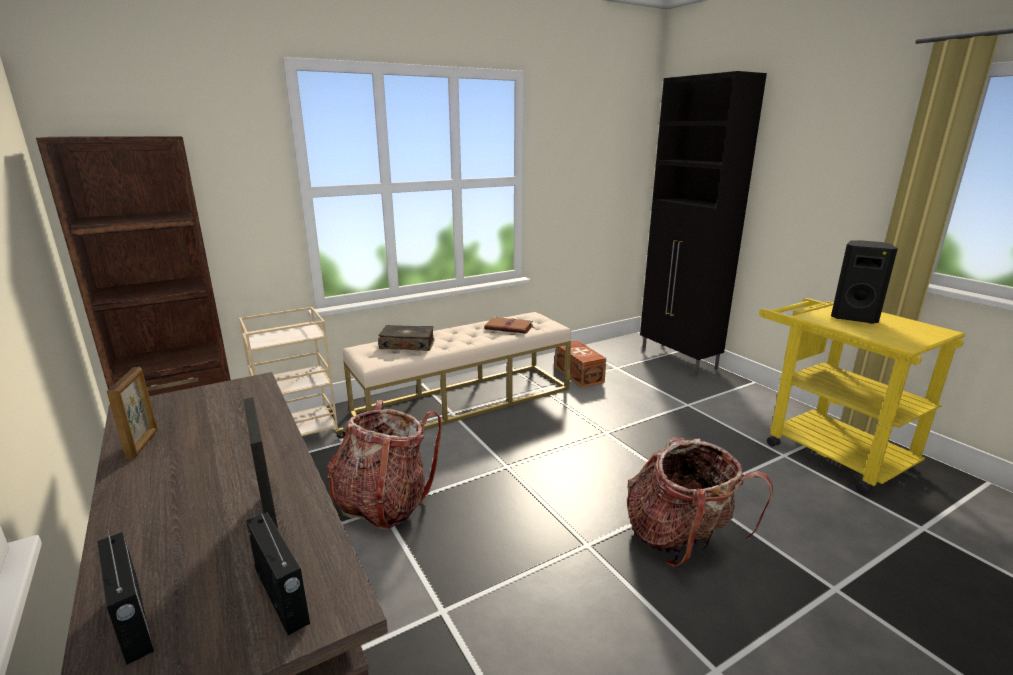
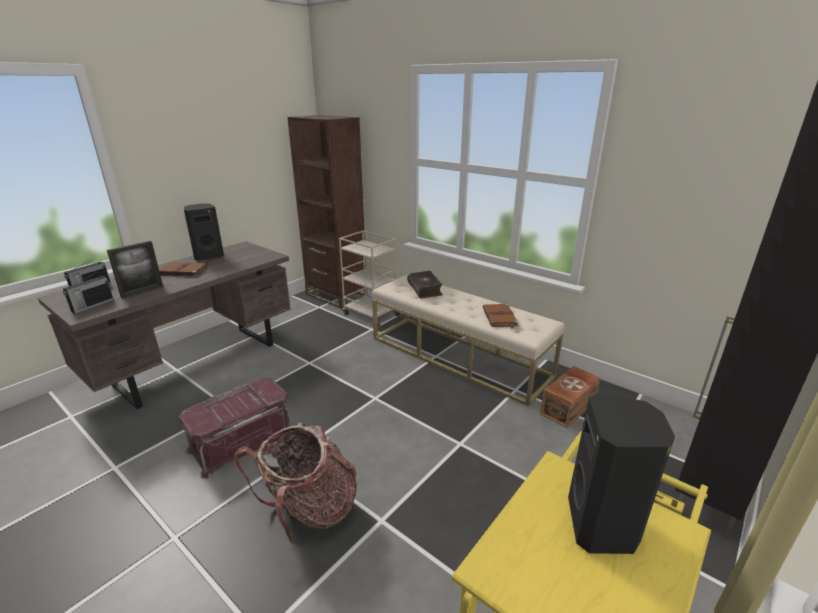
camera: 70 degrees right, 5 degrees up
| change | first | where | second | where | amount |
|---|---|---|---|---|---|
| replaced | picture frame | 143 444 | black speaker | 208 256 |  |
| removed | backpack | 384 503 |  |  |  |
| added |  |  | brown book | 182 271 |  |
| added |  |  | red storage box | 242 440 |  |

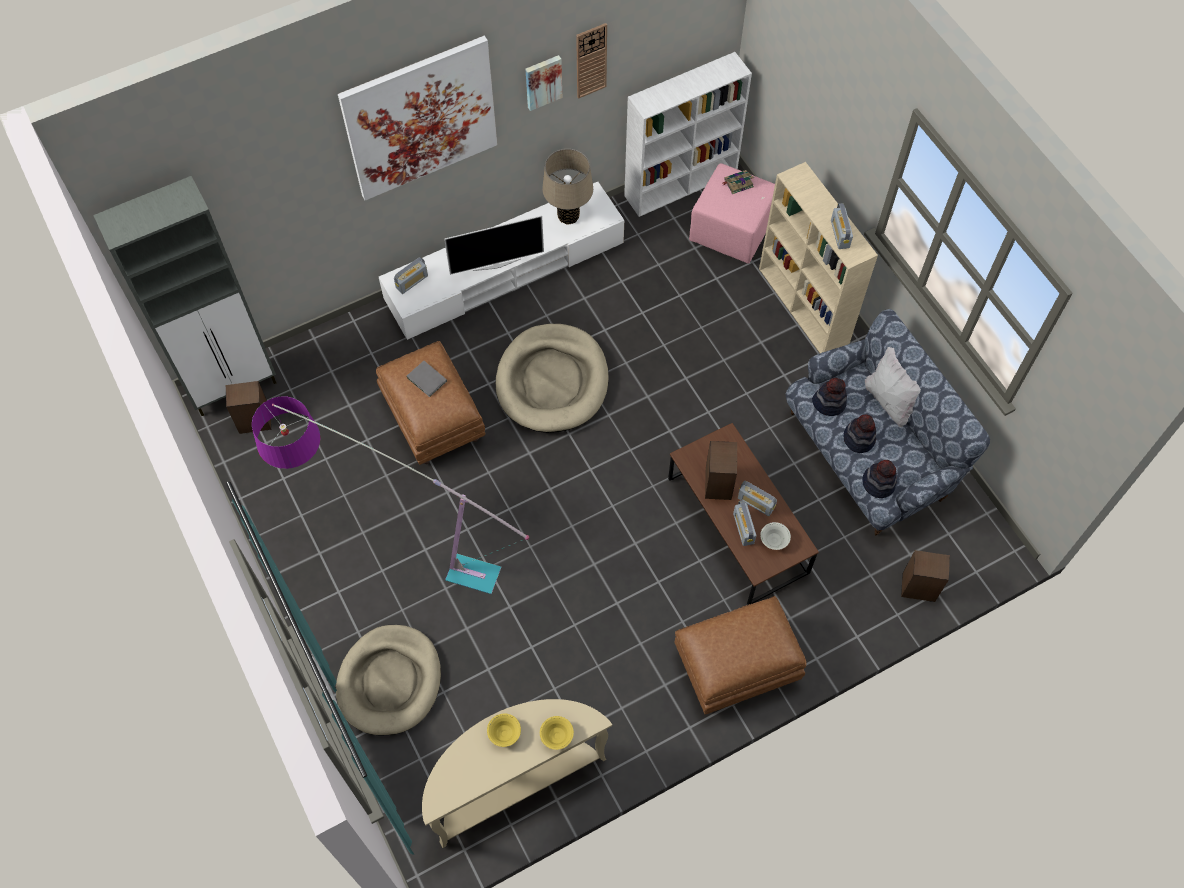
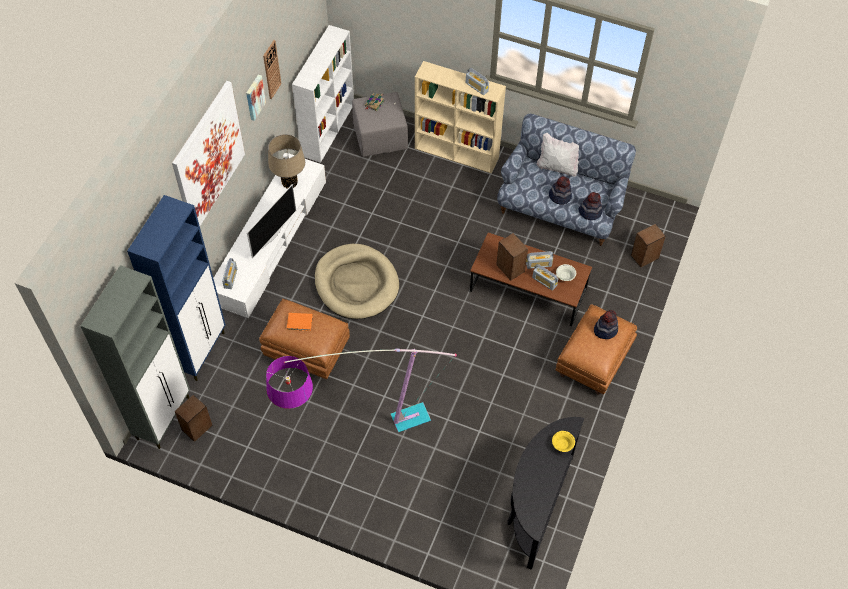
camera: 40 degrees left, 5 degrees down
| change | first | where | second | where | amount |
|---|---|---|---|---|---|
| recoloured | pink ottoman | 732 231 | grey ottoman | 381 137 |  |
| recoloured | grey book | 427 380 | orange book | 300 322 |  |
| moved | hat | 829 403 |  | 605 330 |  |
| removed | beige dog bed | 390 681 |  |  |  |
| recoloured | beige console table | 514 780 | black console table | 535 506 |  |
| removed | yellow bowl | 504 733 |  |  |  |
| added |  |  | blue cabinet | 200 351 |  |

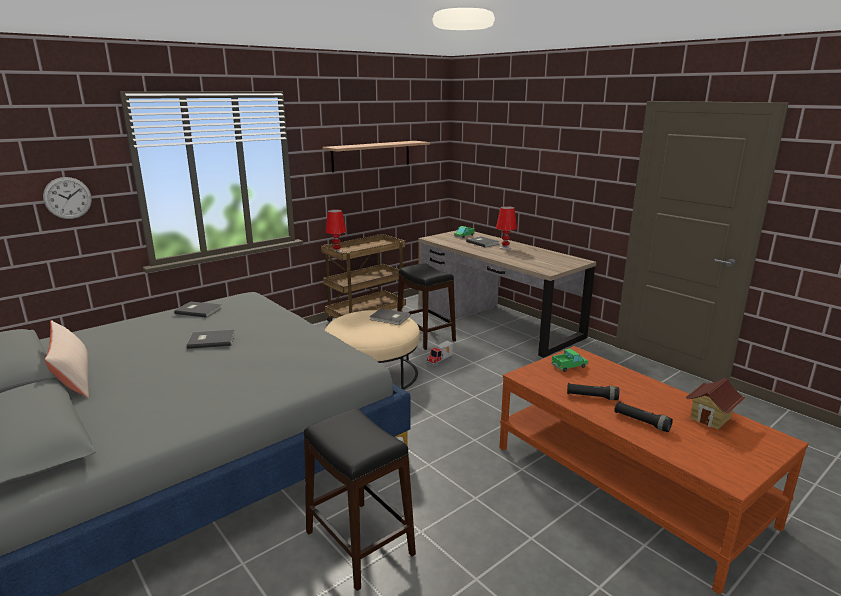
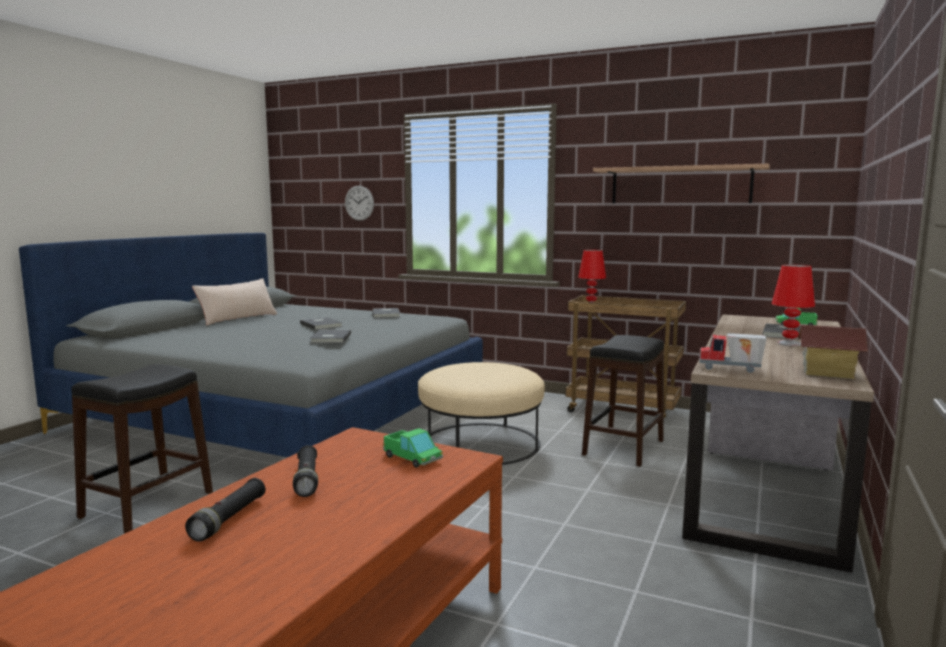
camera: 65 degrees right, 10 degrees down
| change | first | where | second | where | amount |
|---|---|---|---|---|---|
| moved | grey book | 390 318 |  | 329 338 |  |
| moved | toy truck | 440 362 |  | 730 369 |  |
| moved | toy house | 711 418 |  | 828 373 |  |

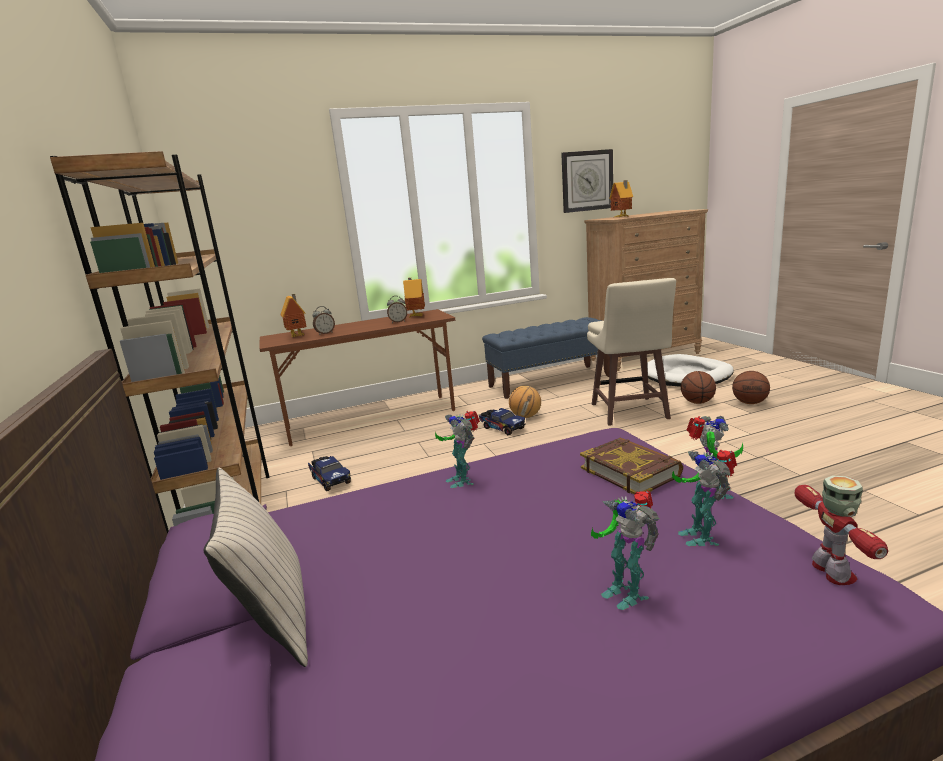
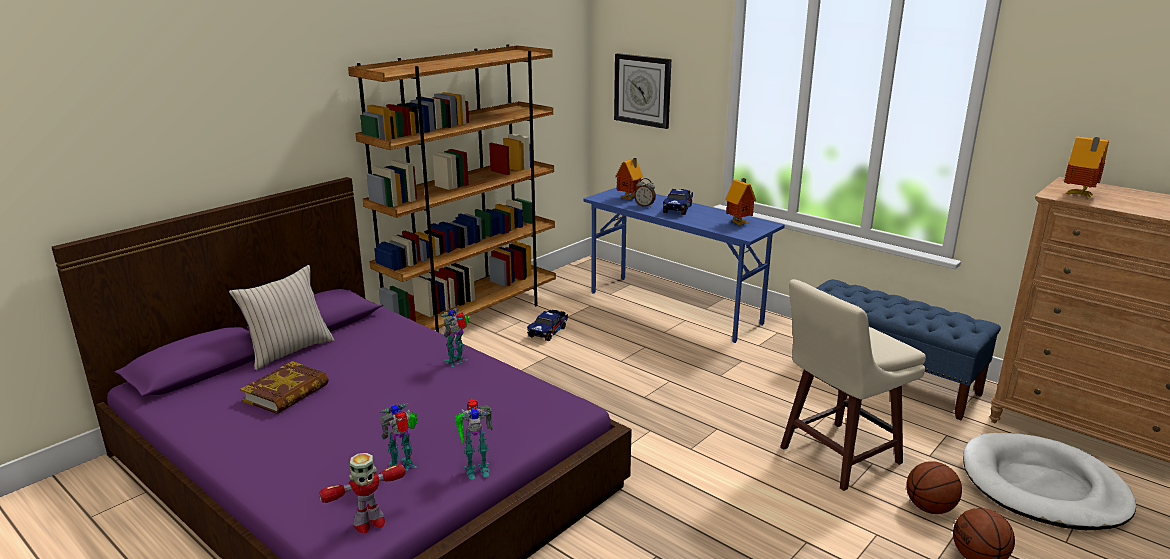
camera: 60 degrees right, 5 degrees up
| change | first | where | second | where | amount |
|---|---|---|---|---|---|
| moved | wall clock | 587 181 |  | 642 90 |  |
| removed | alarm clock | 398 322 |  |  |  |
| recoloured | brown desk | 372 419 | blue desk | 675 308 |  |
| removed | basketball | 526 416 |  |  |  |
| moved | toy truck | 501 428 |  | 678 208 |  |
| moved | book | 630 471 |  | 287 393 |  |
| removed | toy robot | 625 591 |  |  |  |

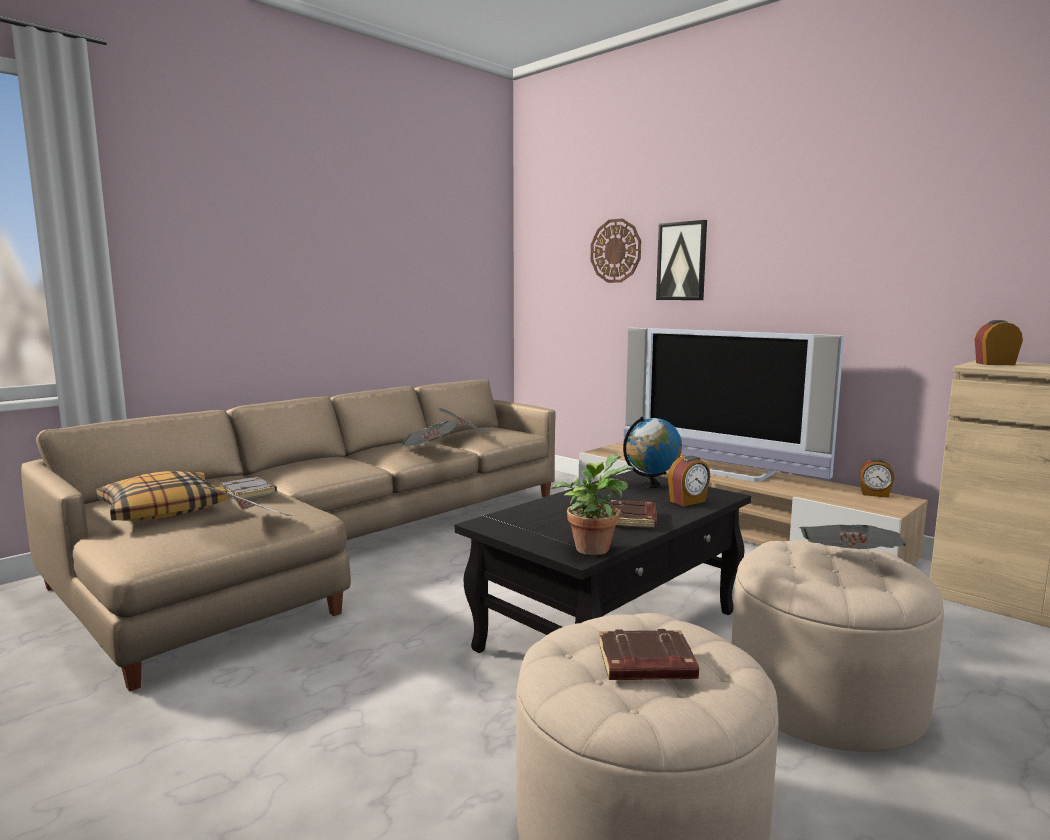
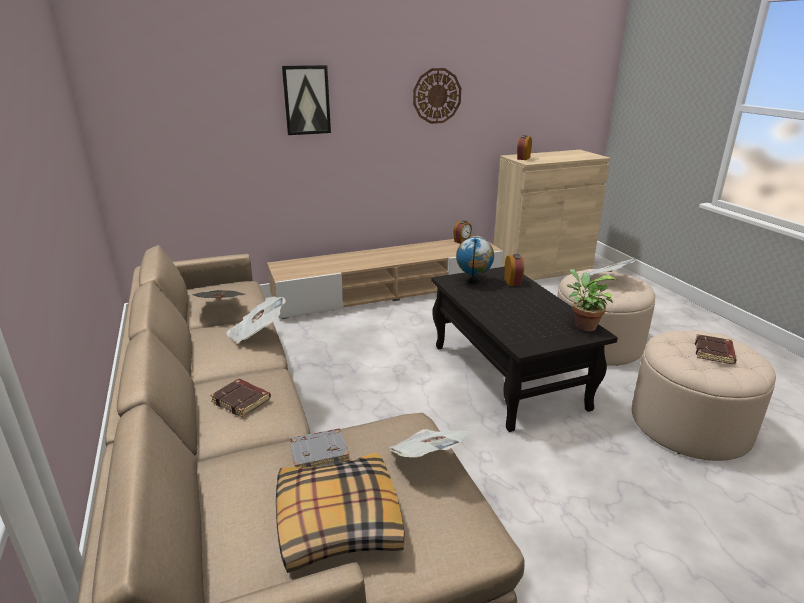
camera: 65 degrees left, 15 degrees up
| change | first | where | second | where | amount |
|---|---|---|---|---|---|
| moved | wall clock | 615 251 |  | 436 96 |  |
| removed | television | 720 470 |  |  |  |
| moved | brown book | 633 519 |  | 242 400 |  |

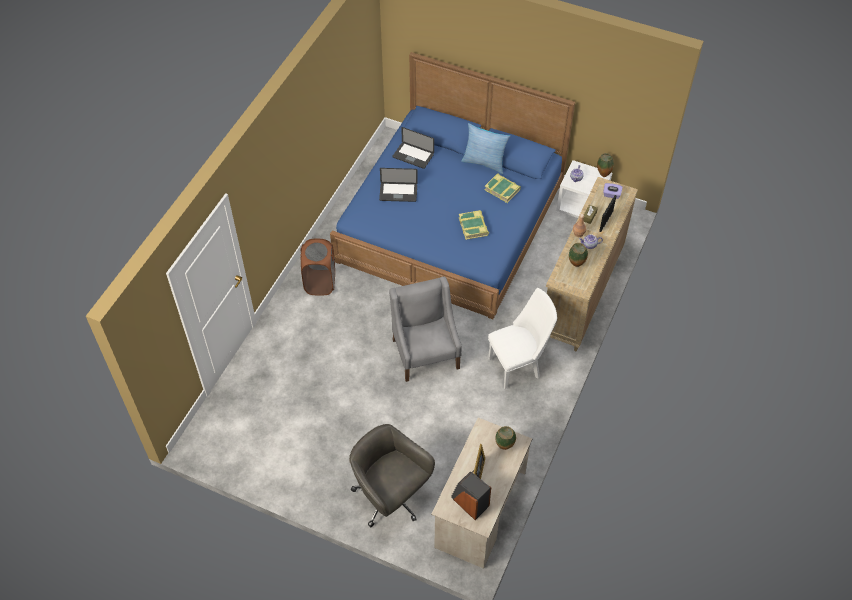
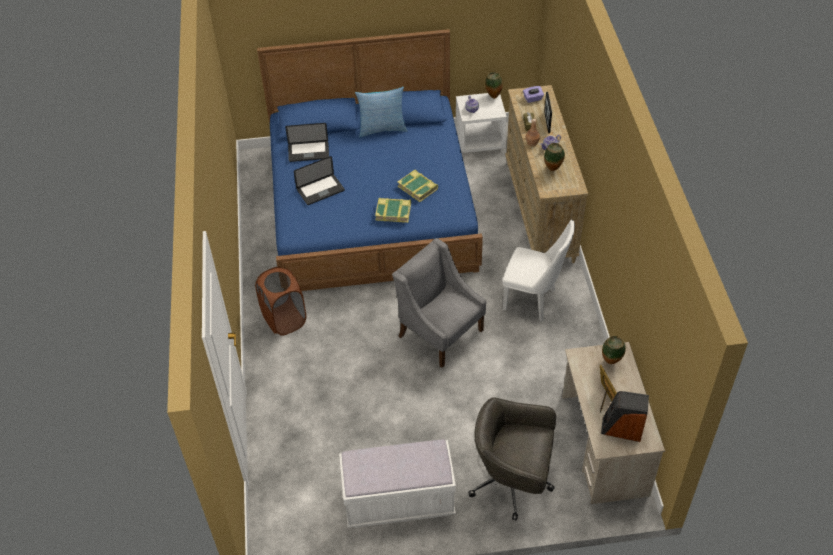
camera: 30 degrees left, 5 degrees down
| change | first | where | second | where | amount |
|---|---|---|---|---|---|
| moved | book | 502 189 |  | 393 212 |  |
| turned | white chair | 518 366 |  | 534 300 | 75 degrees clockwise |
| added |  |  | white bench | 399 501 |  |

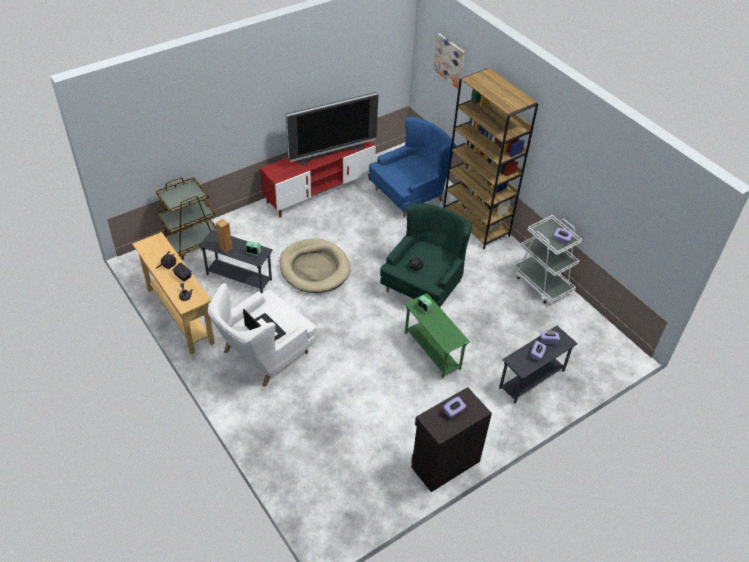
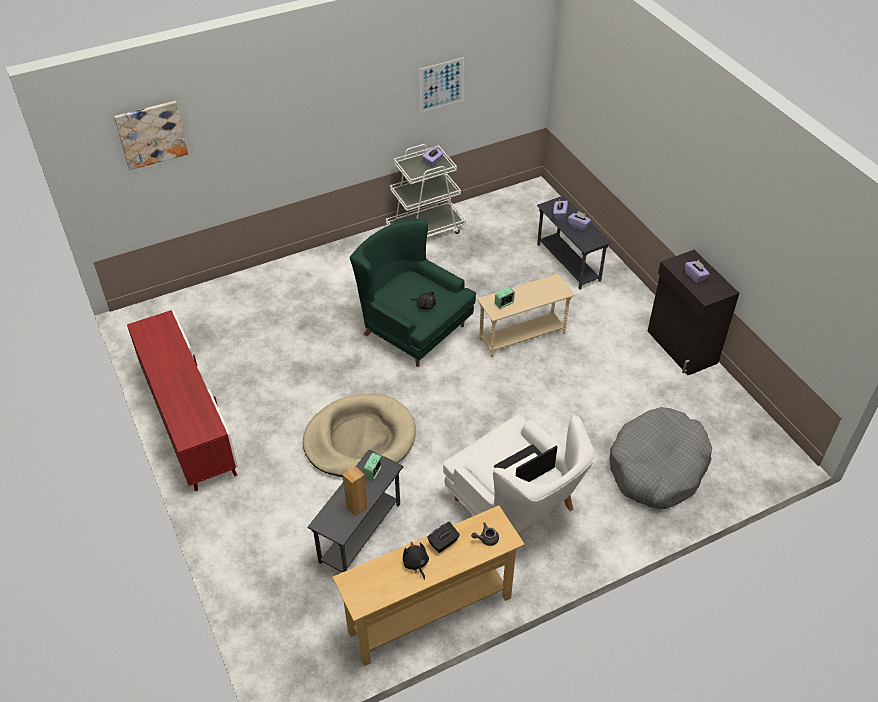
camera: 80 degrees left, 0 degrees up
| change | first | where | second | where | amount |
|---|---|---|---|---|---|
| removed | brown bookcase | 476 223 |  |  |  |
| removed | television | 331 153 |  |  |  |
| removed | blue armchair | 410 194 |  |  |  |
| removed | brown cart | 191 243 |  |  |  |
| recoloured | green side table | 432 351 | beige side table | 522 336 |  |
| added |  |  | picture | 441 85 |  |
| added |  |  | grey dog bed | 657 467 |  |

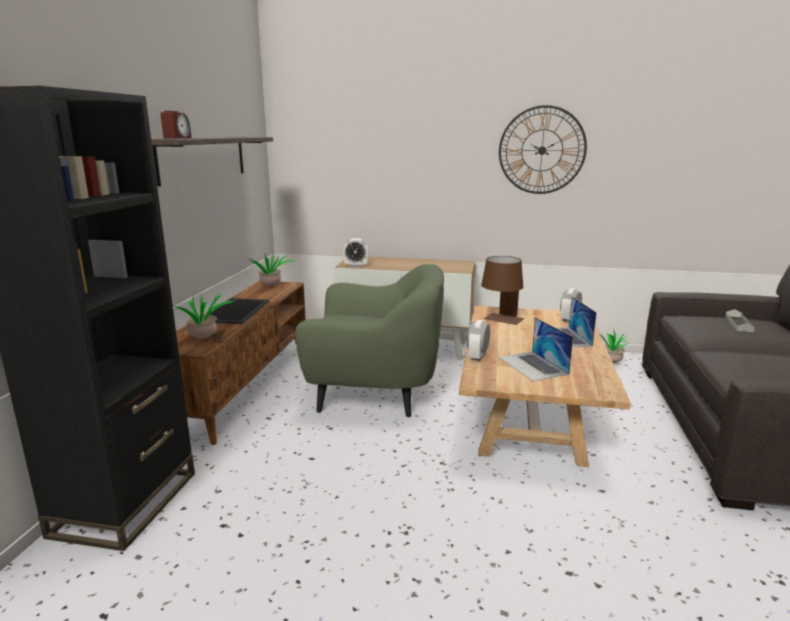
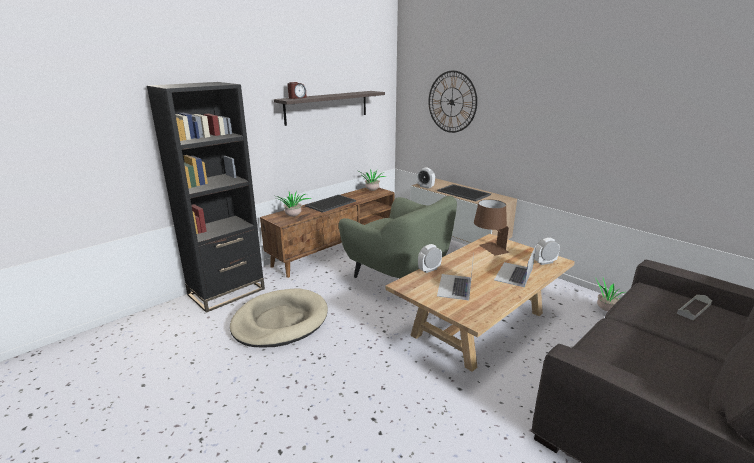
camera: 35 degrees right, 5 degrees up
| change | first | where | second | where | amount |
|---|---|---|---|---|---|
| moved | wall clock | 542 150 |  | 451 102 |  |
| added |  |  | tray | 464 193 |  |
| added |  |  | beige dog bed | 280 321 |  |

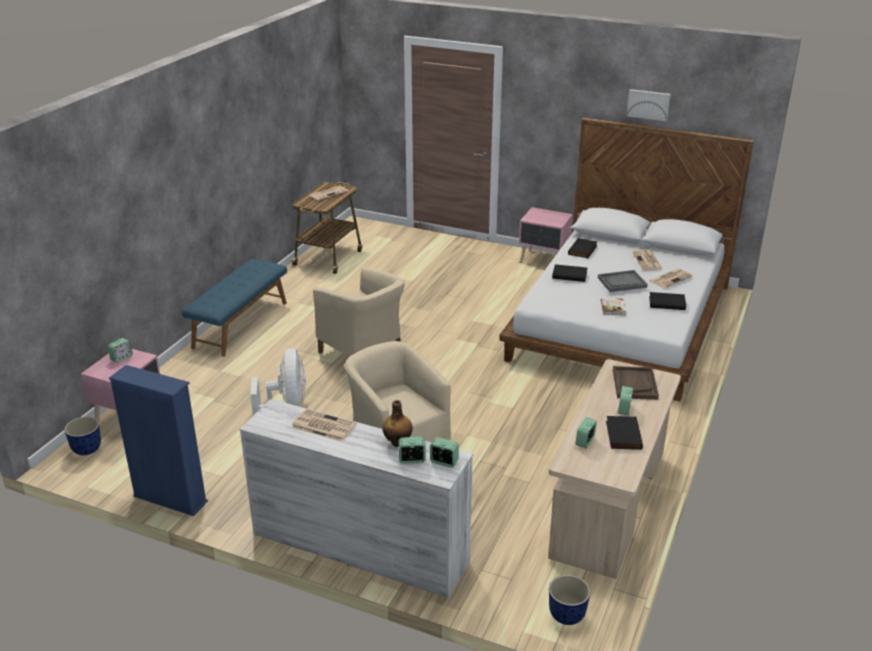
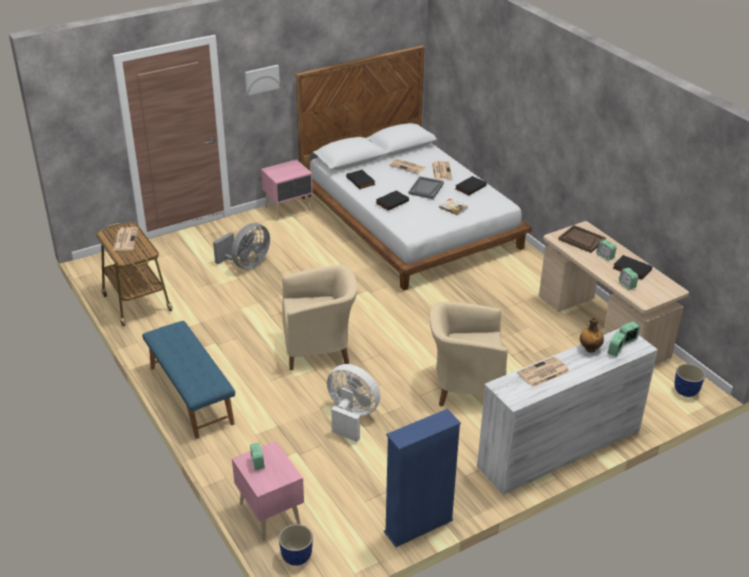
camera: 55 degrees left, 5 degrees up
| change | first | where | second | where | amount |
|---|---|---|---|---|---|
| moved | picture | 648 104 |  | 261 79 |  |
| added |  |  | grey fan | 246 264 |  |

